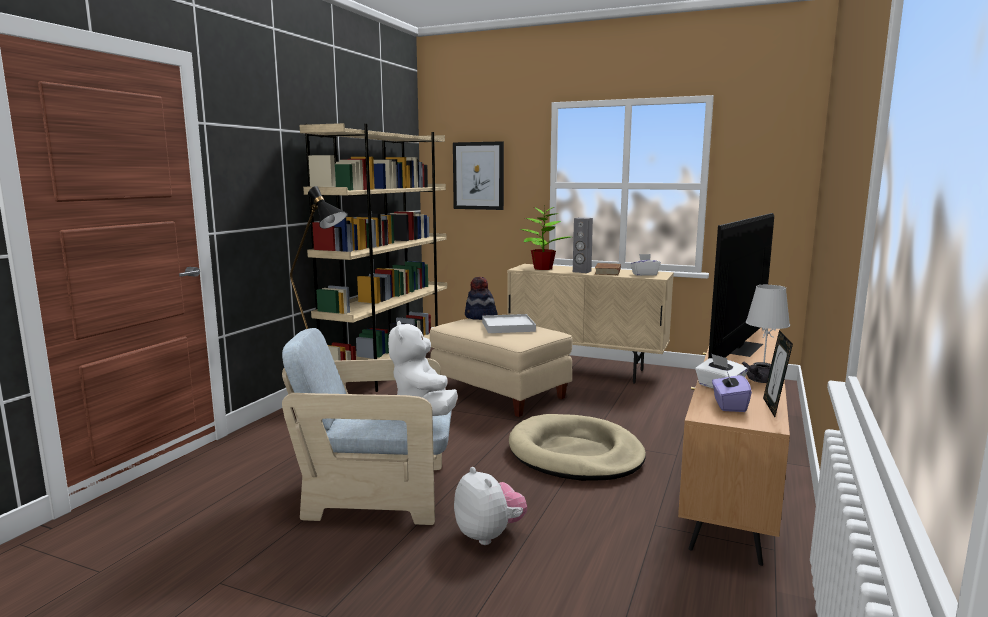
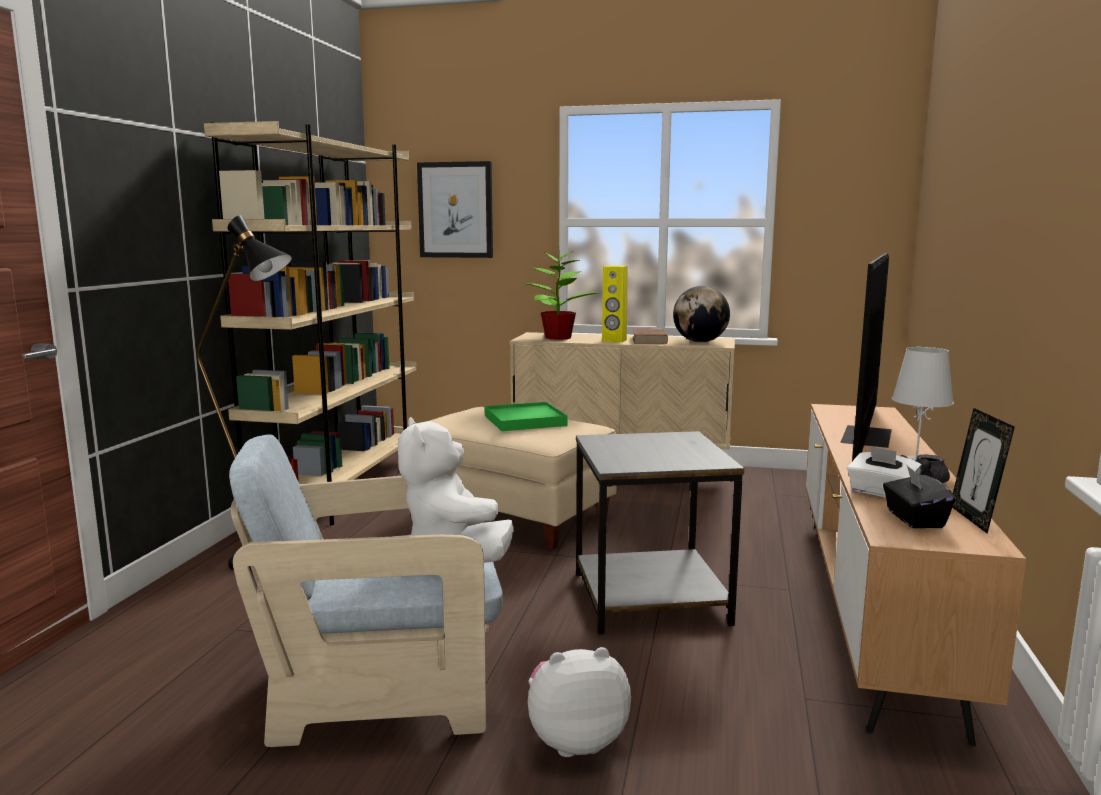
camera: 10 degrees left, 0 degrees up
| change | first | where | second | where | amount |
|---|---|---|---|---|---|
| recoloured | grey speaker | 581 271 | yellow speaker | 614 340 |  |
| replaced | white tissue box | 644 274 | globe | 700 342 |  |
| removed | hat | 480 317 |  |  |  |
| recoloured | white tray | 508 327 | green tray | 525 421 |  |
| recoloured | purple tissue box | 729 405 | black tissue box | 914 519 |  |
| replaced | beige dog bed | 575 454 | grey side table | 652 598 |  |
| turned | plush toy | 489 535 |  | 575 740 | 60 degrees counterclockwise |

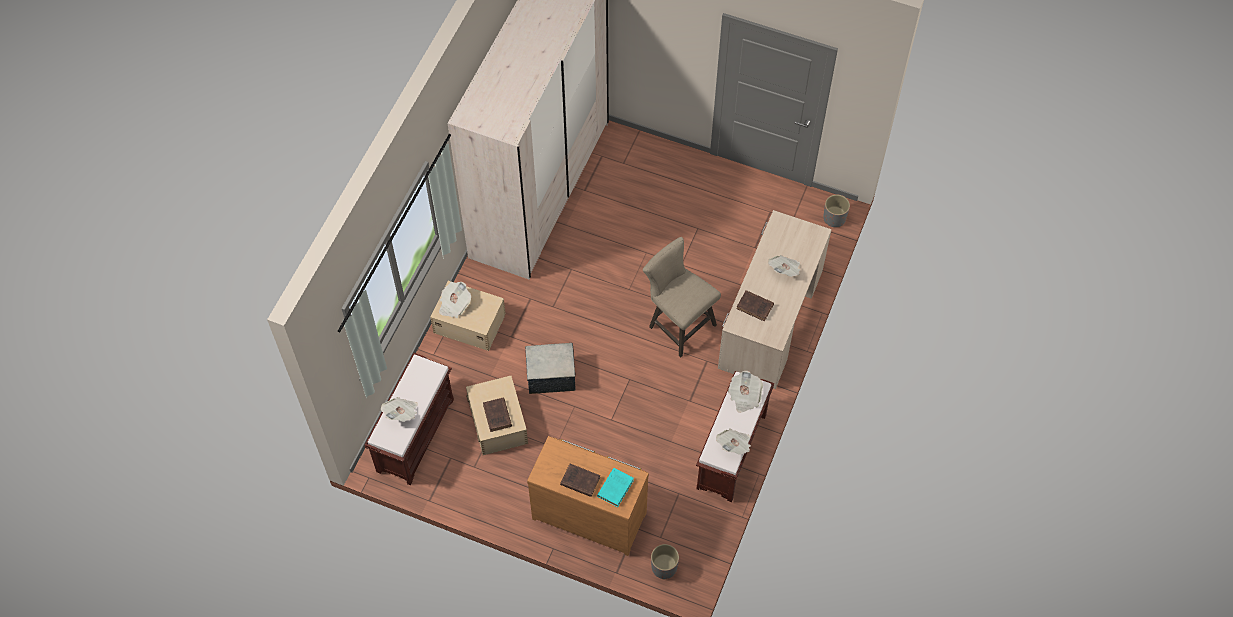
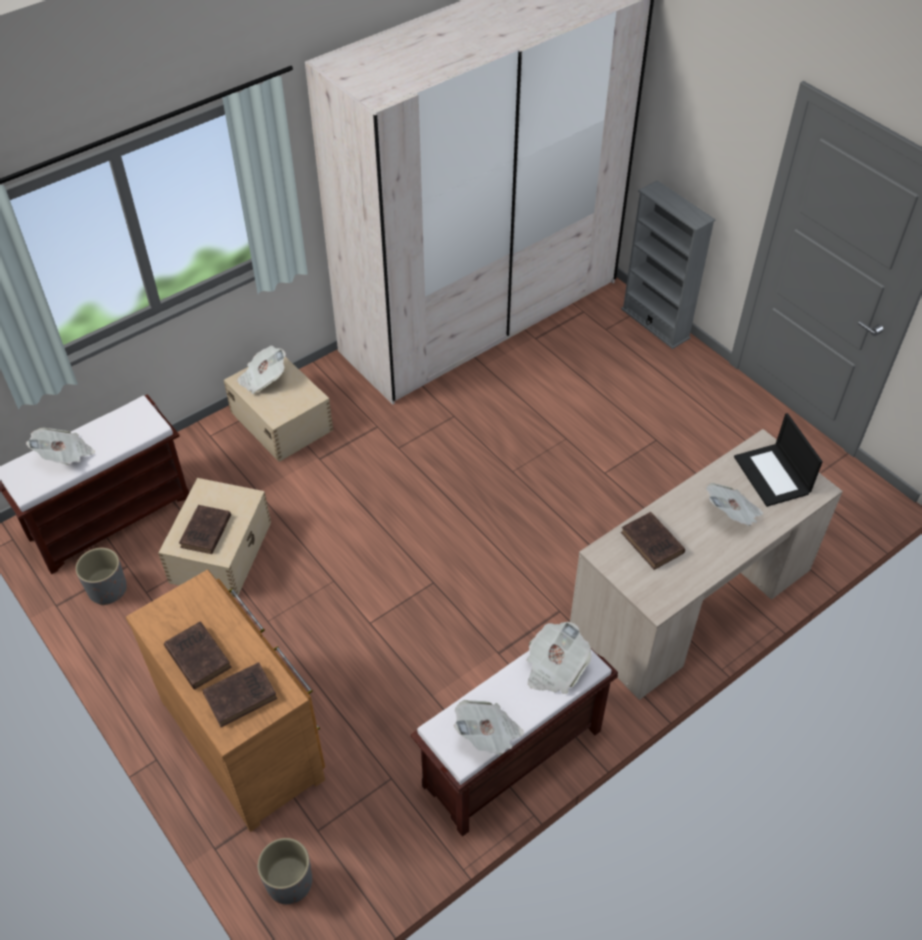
camera: 30 degrees right, 10 degrees down
| change | first | where | second | where | amount |
|---|---|---|---|---|---|
| moved | grey planter | 834 218 |  | 107 589 |  |
| removed | beige stool | 678 324 |  |  |  |
| removed | storage box | 551 375 |  |  |  |
| recoloured | turquoise book | 616 487 | brown book | 242 695 |  |
| added |  |  | grey bookcase | 655 323 |  |
| added |  |  | laptop | 773 475 |  |

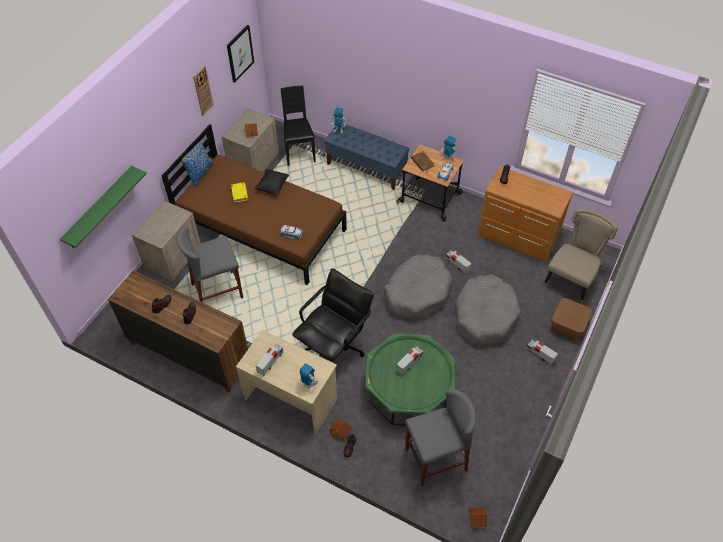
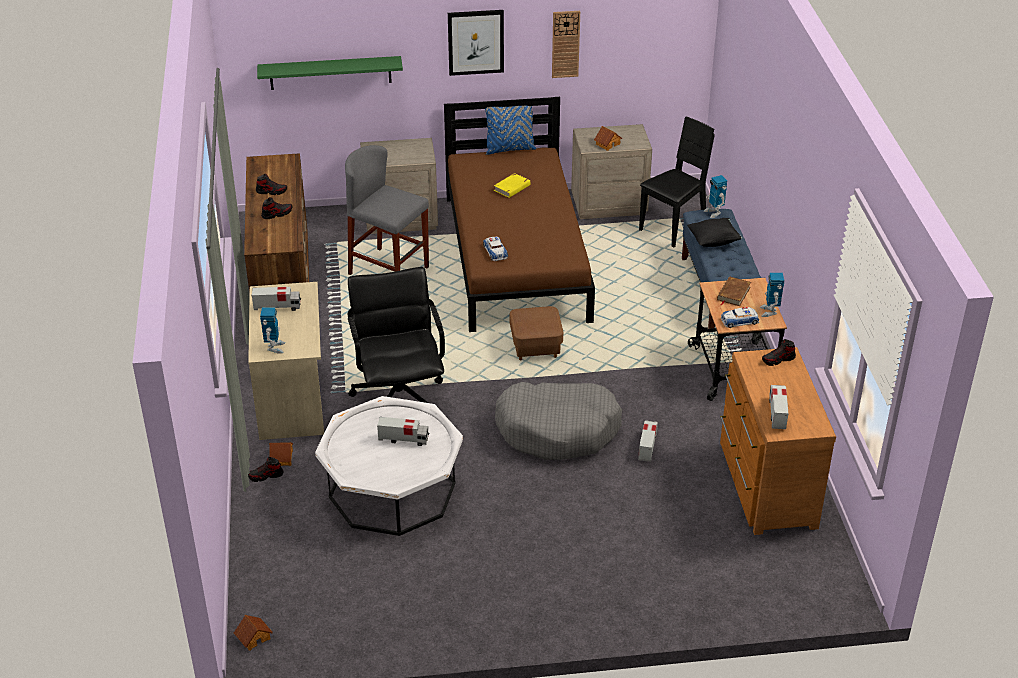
camera: 55 degrees right, 15 degrees down
| change | first | where | second | where | amount |
|---|---|---|---|---|---|
| moved | picture | 240 53 |  | 475 42 |  |
| moved | black pillow | 272 186 |  | 714 241 |  |
| removed | beige chair | 570 280 |  |  |  |
| turned | black office chair | 334 347 |  | 399 397 | 105 degrees counterclockwise |
| removed | grey dog bed | 485 315 |  |  |  |
| moved | brown ottoman | 567 326 |  | 535 347 |  |
| recoloured | green coffee table | 408 391 | white coffee table | 392 490 |  |
| moved | toy truck | 540 354 |  | 777 413 |  |
| removed | grey stool | 435 459 |  |  |  |

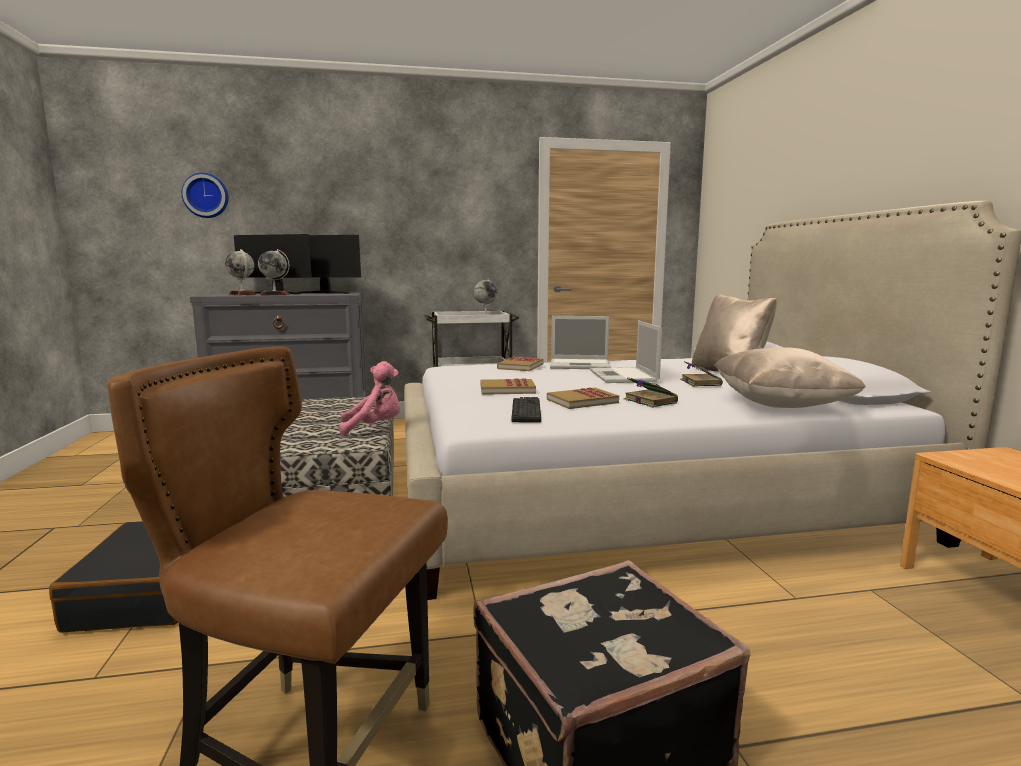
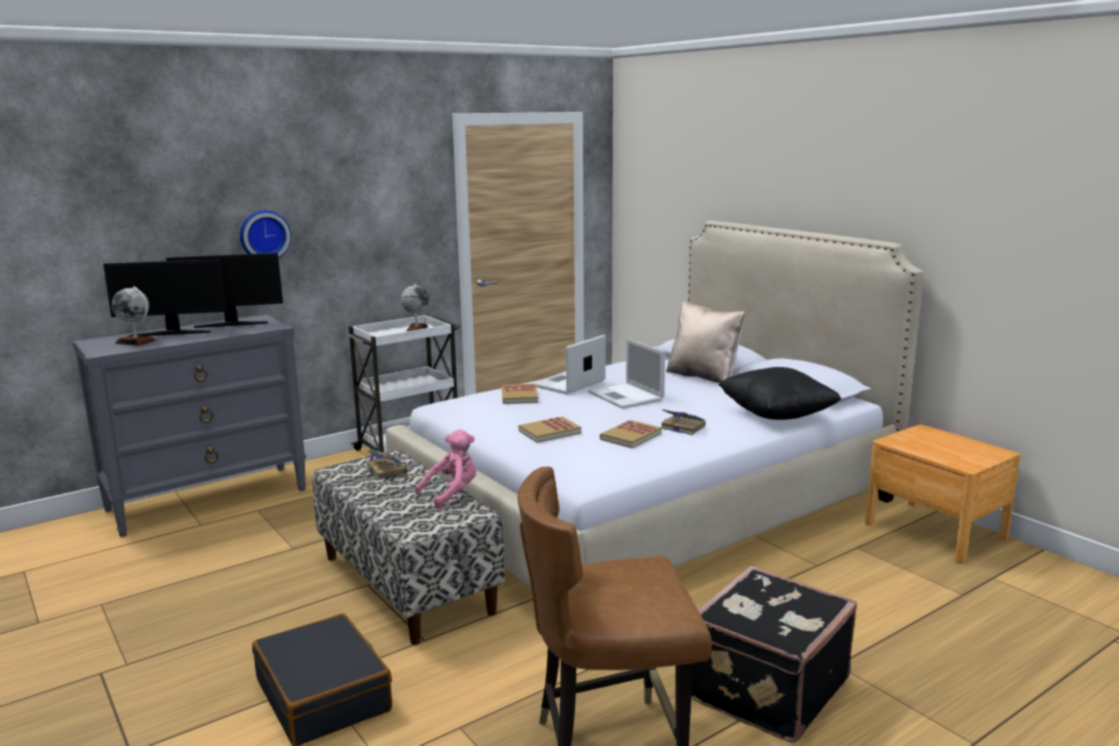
camera: 25 degrees left, 5 degrees up
| change | first | where | second | where | amount |
|---|---|---|---|---|---|
| moved | wall clock | 206 196 |  | 264 235 |  |
| removed | globe | 275 294 |  |  |  |
| turned | laptop | 581 365 |  | 568 384 | 150 degrees clockwise |
| recoloured | beige pillow | 780 405 | black pillow | 777 415 |  |
| moved | book | 700 382 |  | 386 470 |  |
| removed | keyboard | 526 411 |  |  |  |

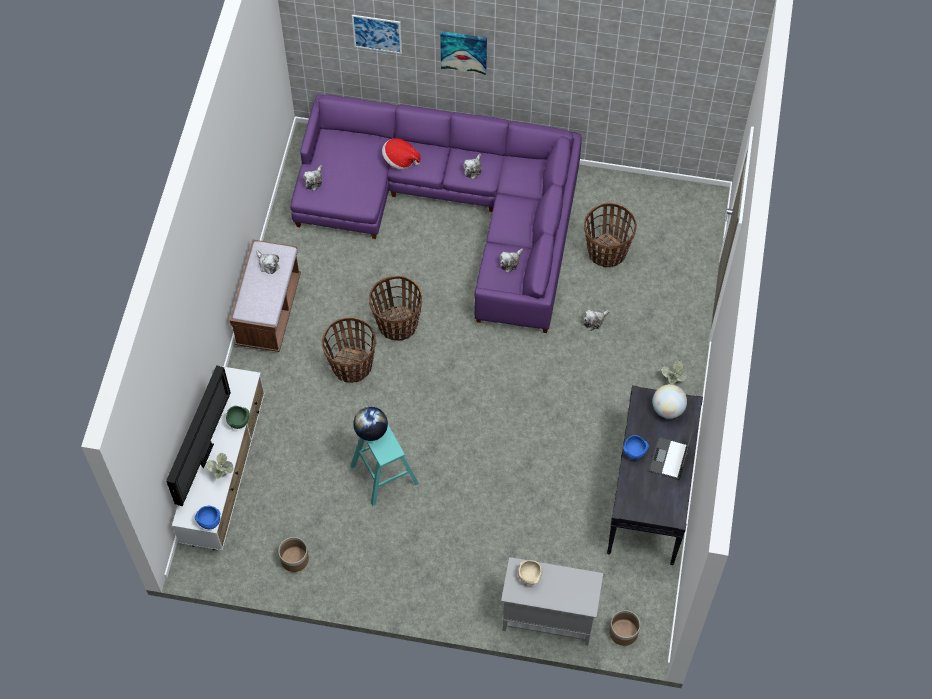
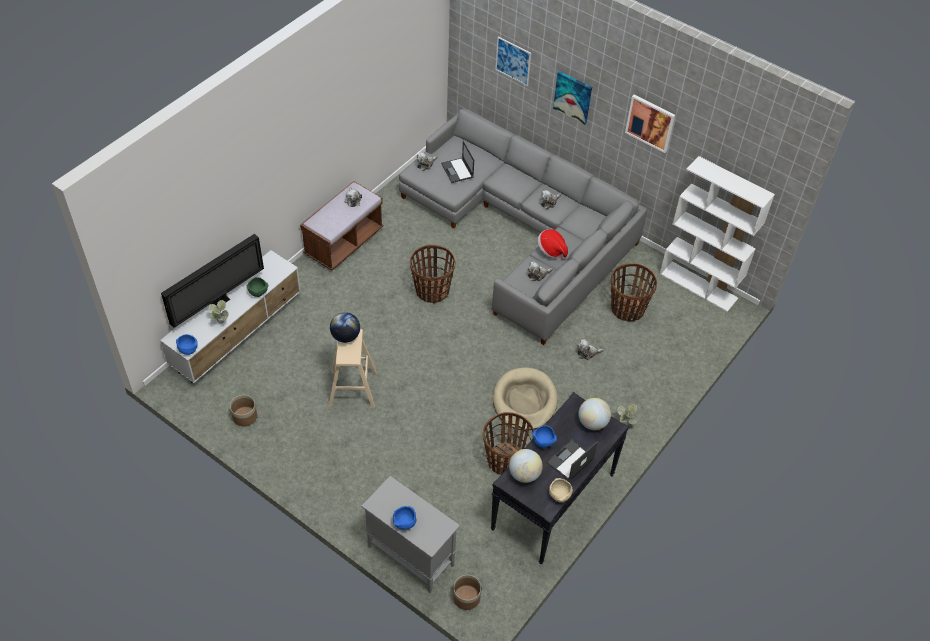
camera: 25 degrees right, 10 degrees down
| change | first | where | second | where | amount |
|---|---|---|---|---|---|
| recoloured | purple sofa | 450 208 | grey sofa | 523 231 |  |
| moved | hat | 400 160 |  | 551 250 |  |
| moved | basket | 352 366 |  | 505 460 |  |
| recoloured | turquoise stool | 384 474 | beige stool | 352 388 |  |
| moved | beige bowl | 530 577 |  | 559 496 |  |
| added |  |  | picture | 650 123 |  |
| added |  |  | laptop | 457 171 |  |
| added |  |  | white bookcase | 699 286 |  |
| added |  |  | beige dog bed | 524 401 |  |
| added |  |  | globe | 524 474 |  |
| added |  |  | blue bowl | 404 523 |  |

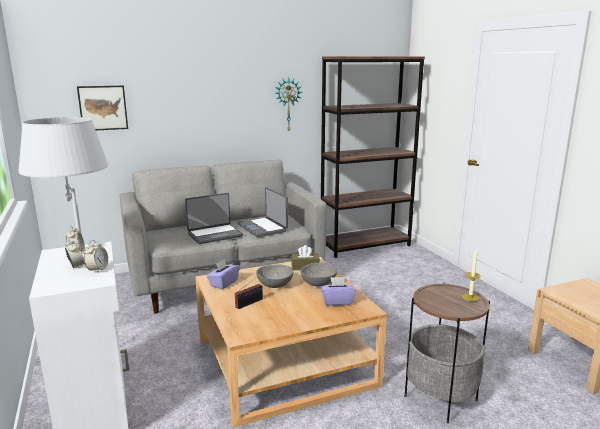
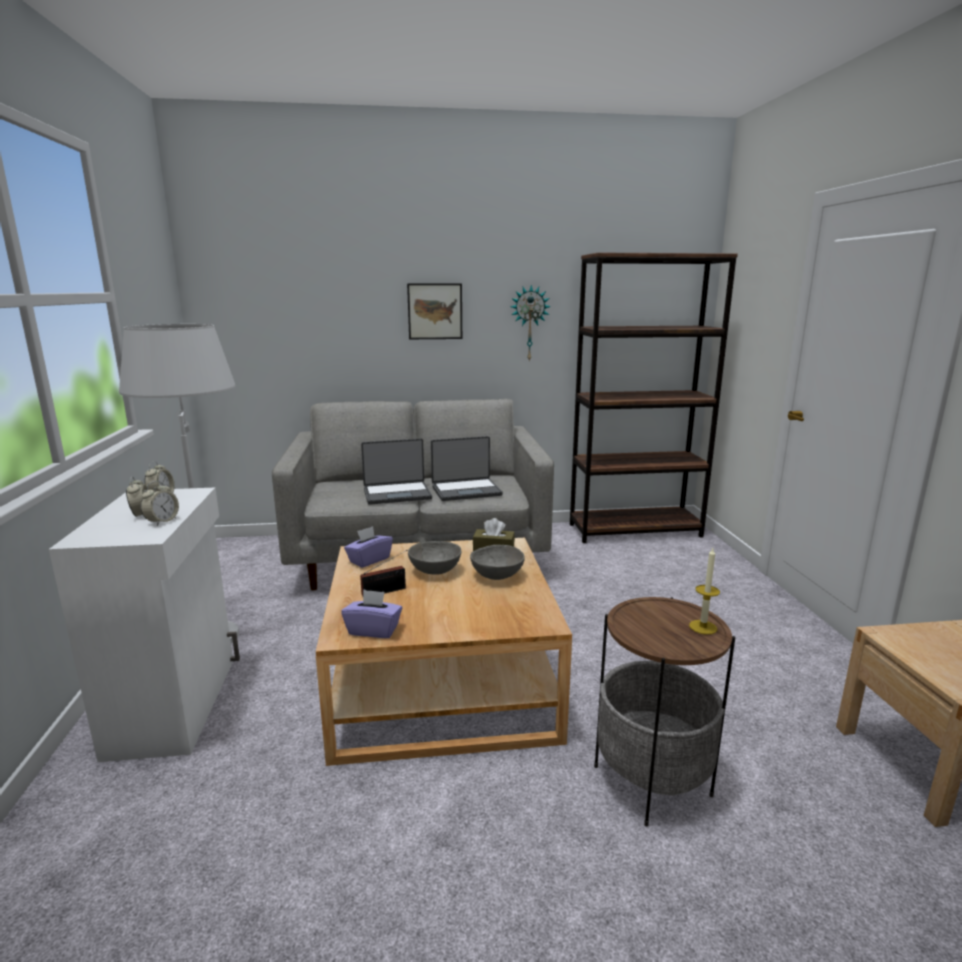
camera: 15 degrees right, 0 degrees up
| change | first | where | second | where | amount |
|---|---|---|---|---|---|
| moved | picture | 103 108 |  | 435 311 |  |
| turned | laptop | 263 228 |  | 466 490 | 90 degrees counterclockwise |
| moved | purple tissue box | 337 301 |  | 373 630 |  |

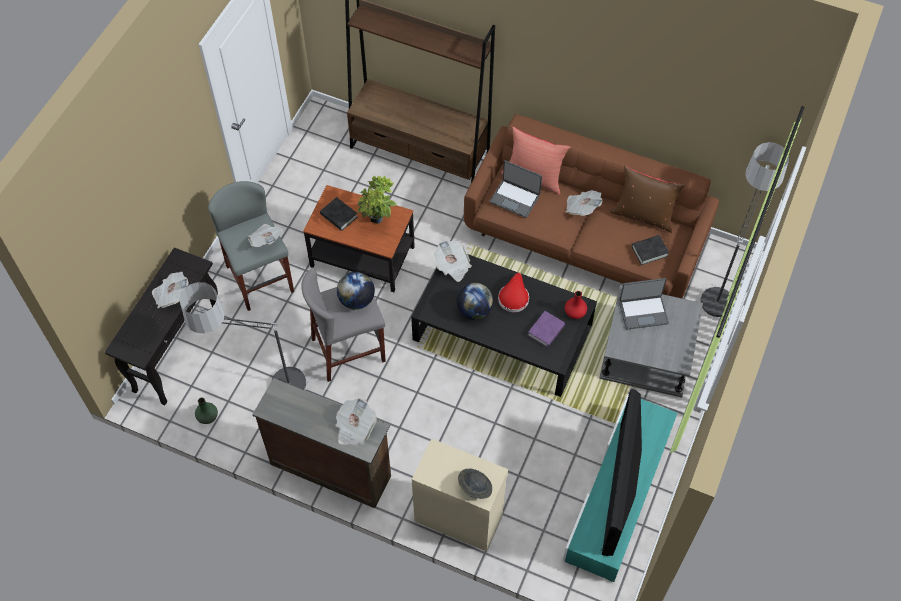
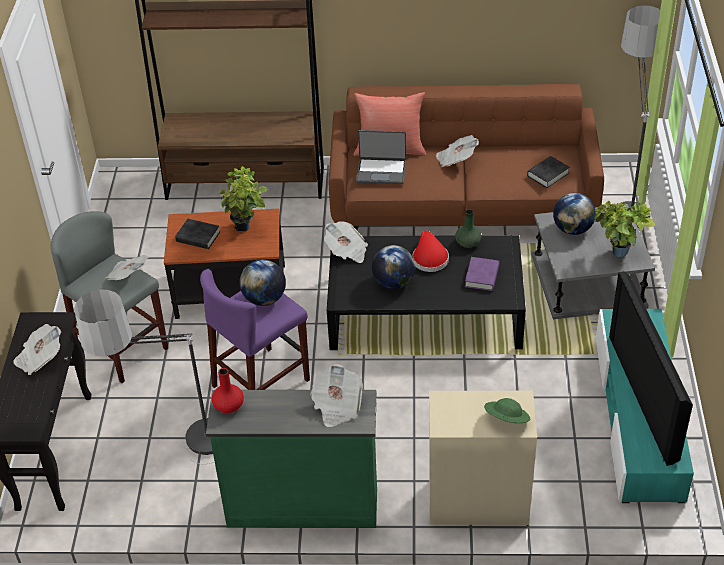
camera: 20 degrees left, 15 degrees down
| change | first | where | second | where | amount |
|---|---|---|---|---|---|
| removed | brown pillow | 643 215 |  |  |  |
| recoloured | grey stool | 348 350 | purple stool | 261 383 |  |
| replaced | laptop | 643 312 | globe | 572 229 |  |
| moved | red vase | 575 312 |  | 229 406 |  |
| recoloured | brown dresser | 331 468 | green dresser | 302 505 |  |
| moved | green vase | 208 416 |  | 468 243 |  |
| recoloured | grey hat | 474 487 | green hat | 506 419 |  |
| added |  |  | potted plant | 617 255 |  |

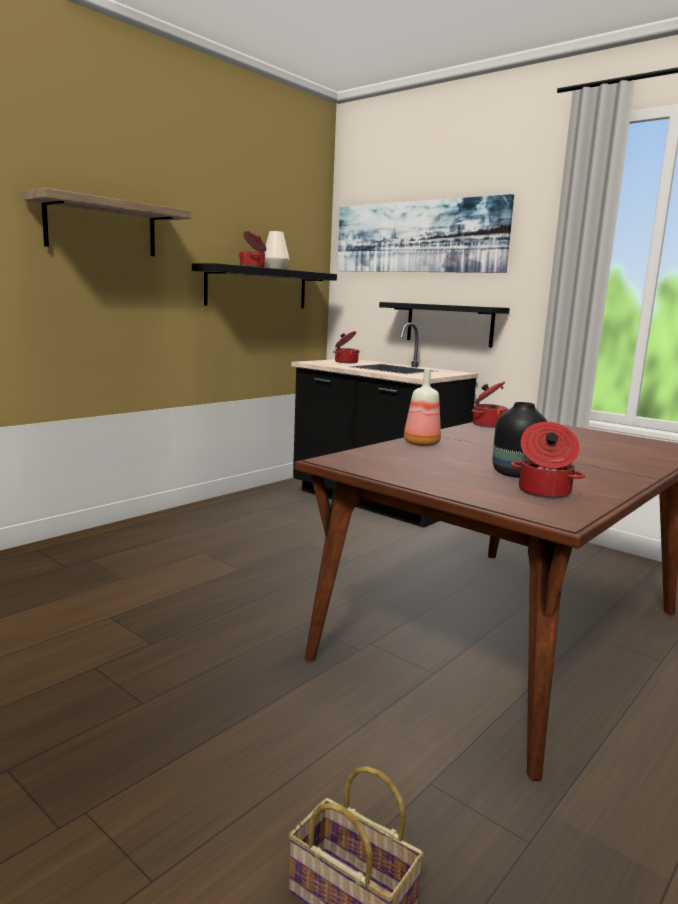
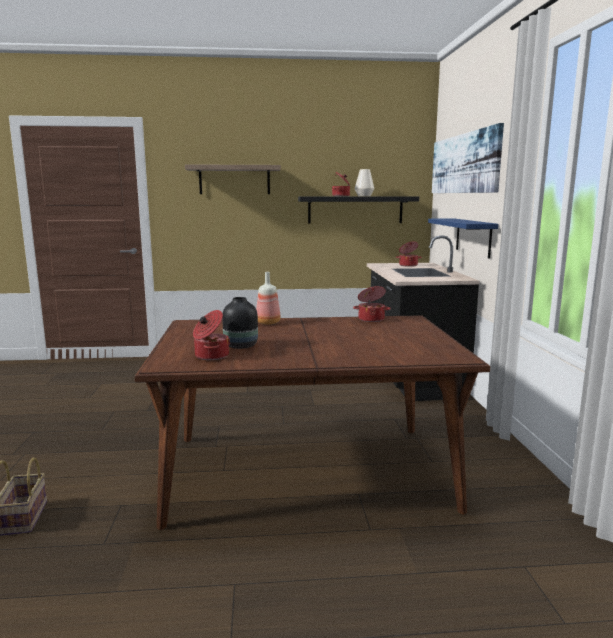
camera: 45 degrees right, 0 degrees up
| change | first | where | second | where | amount |
|---|---|---|---|---|---|
| recoloured | black shelf | 449 324 | blue shelf | 473 237 |  |

